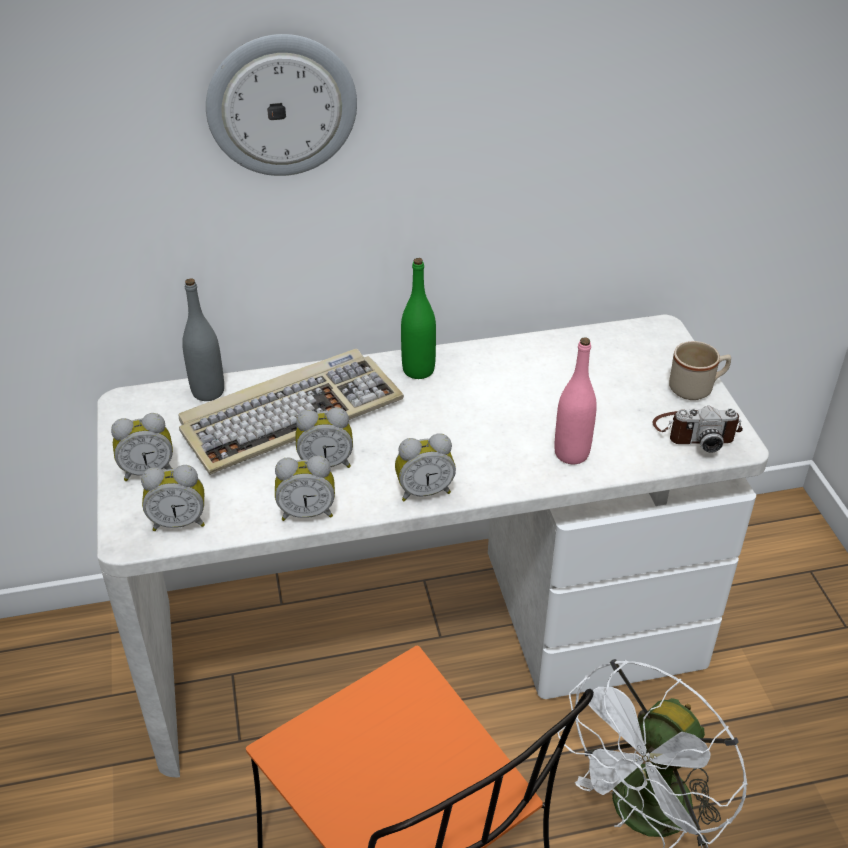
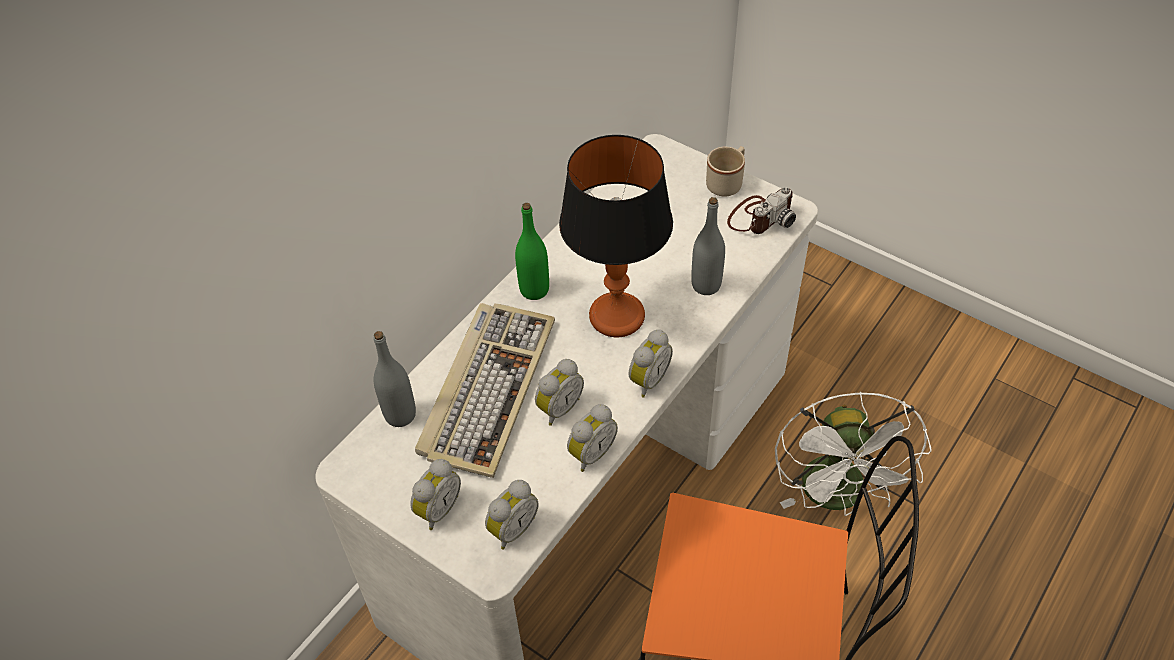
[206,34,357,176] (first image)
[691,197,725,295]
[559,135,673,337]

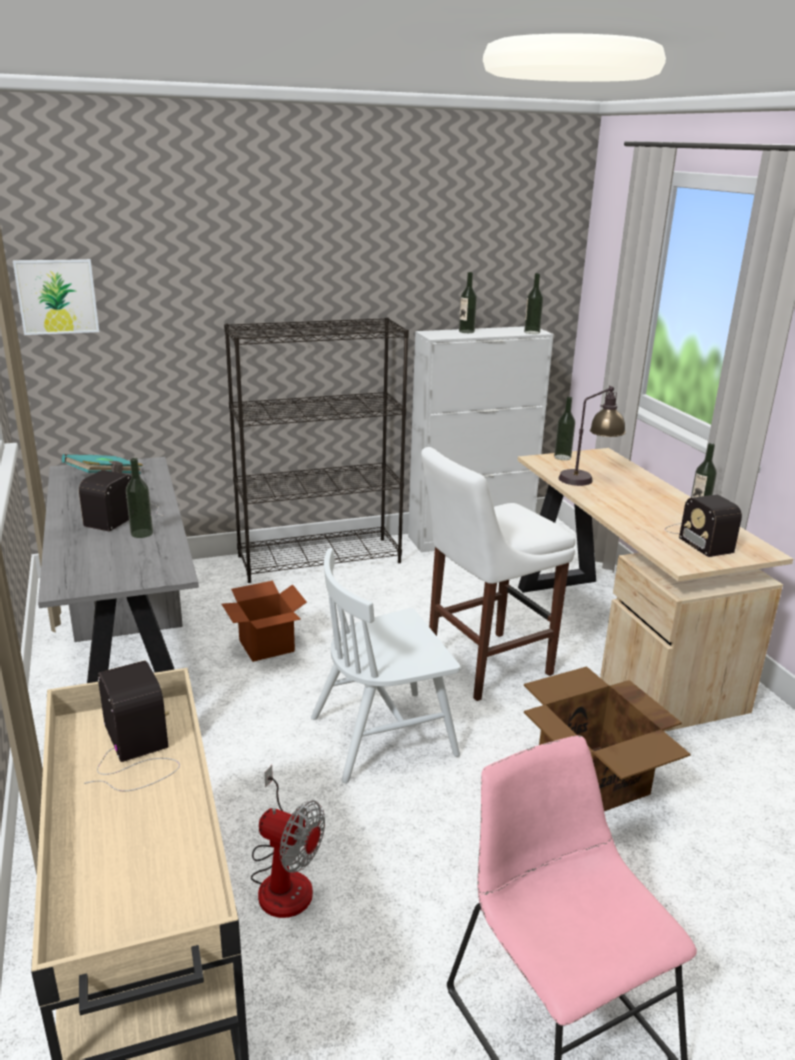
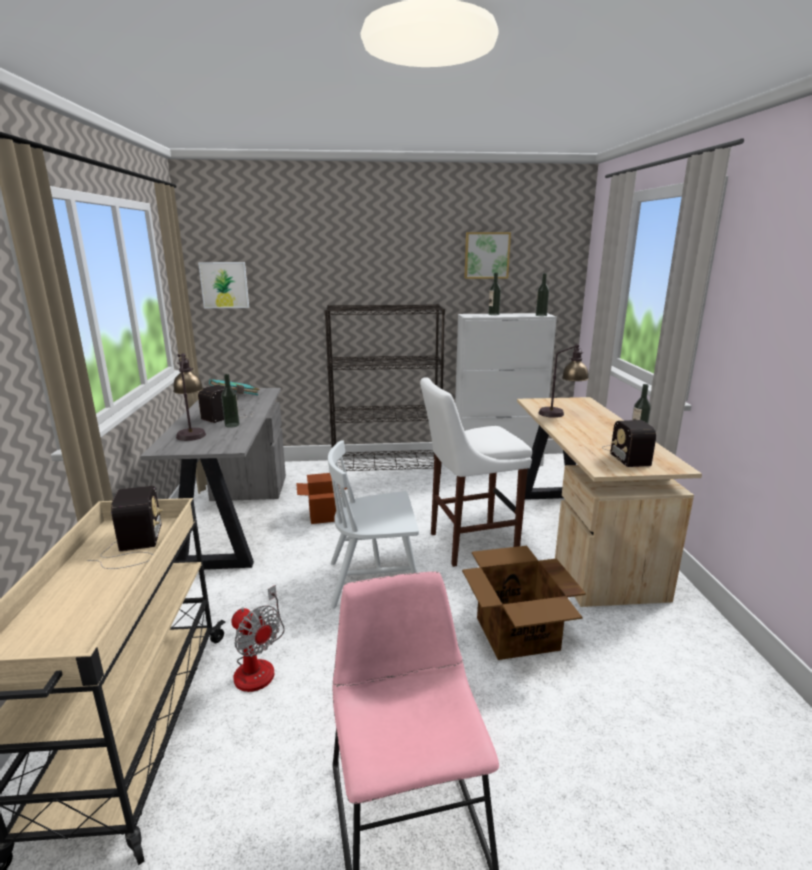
[554,397,575,460] (first image)
[464,232,511,279]
[173,353,206,441]

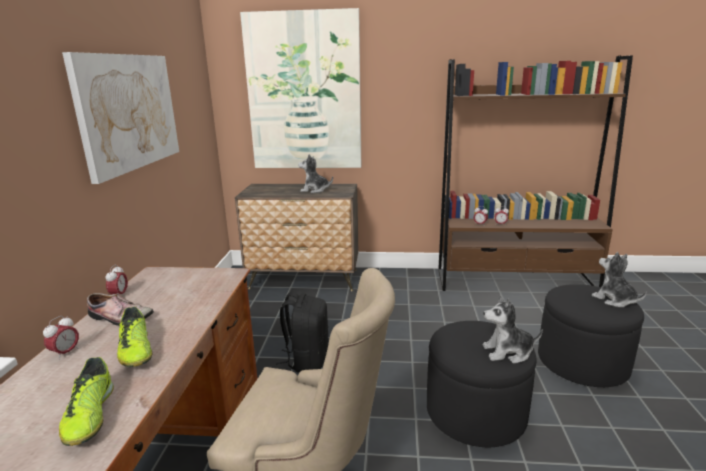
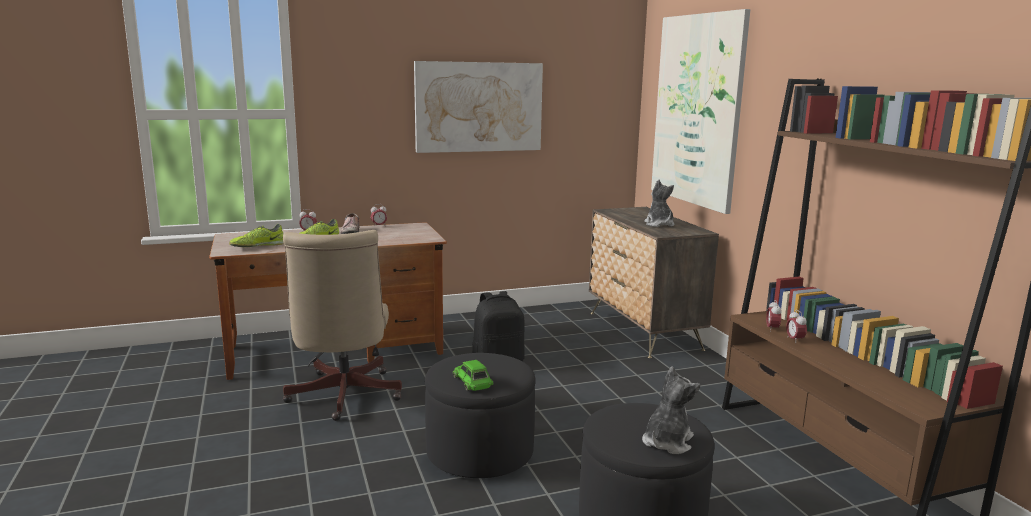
[453,360,493,391]

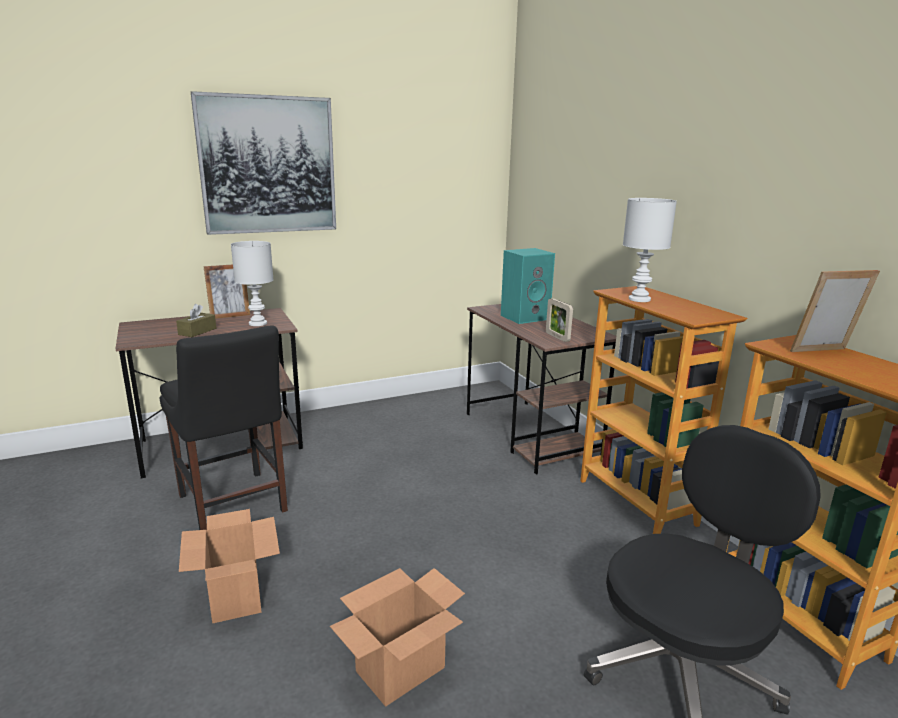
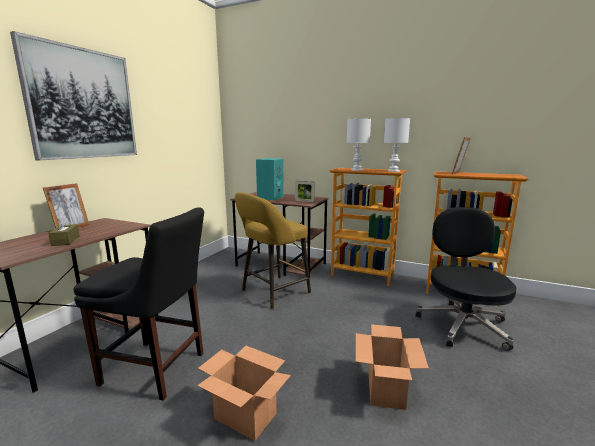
[384,118,410,172]
[235,192,311,309]

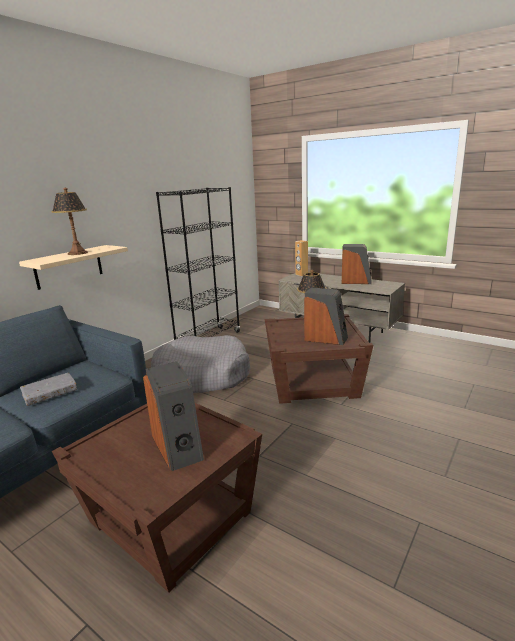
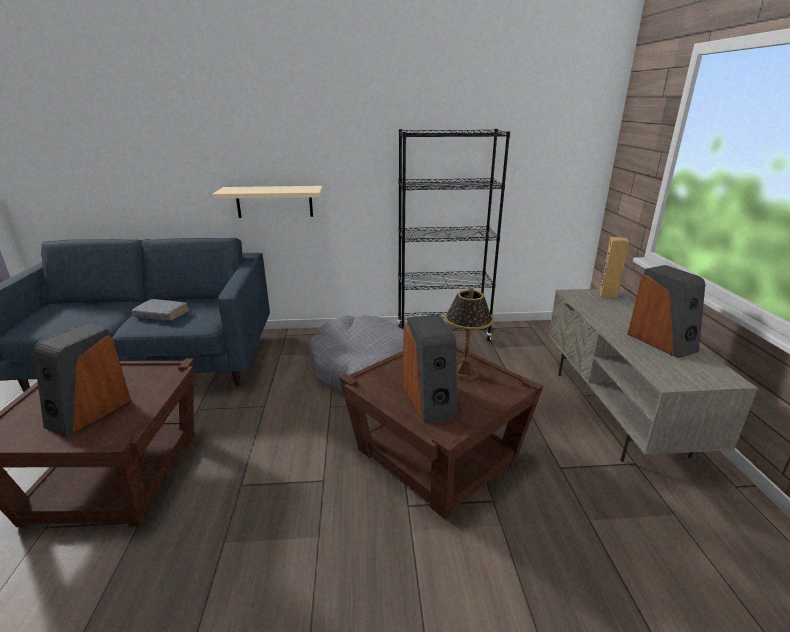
[51,188,88,255] (first image)

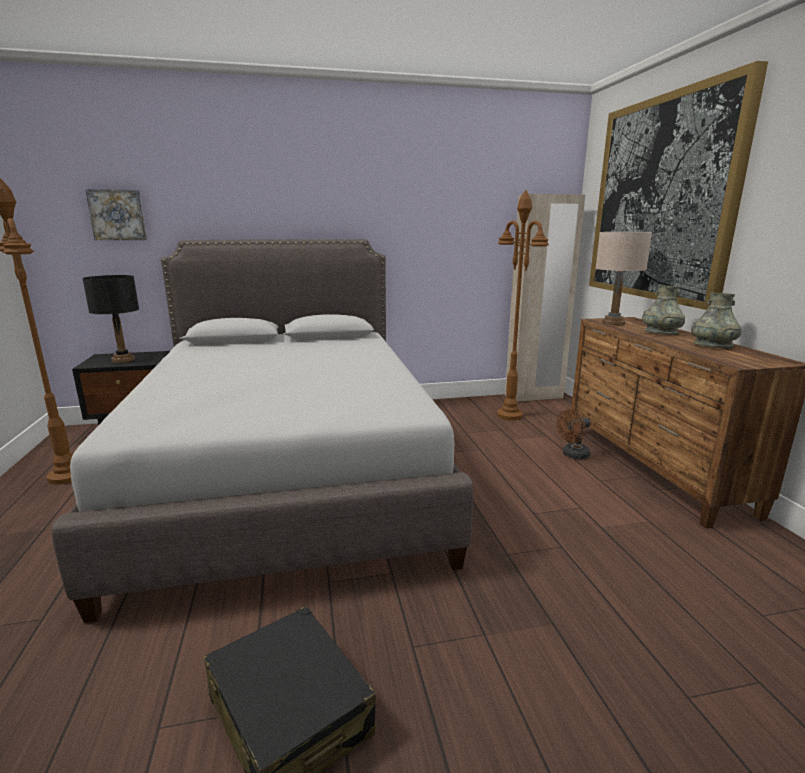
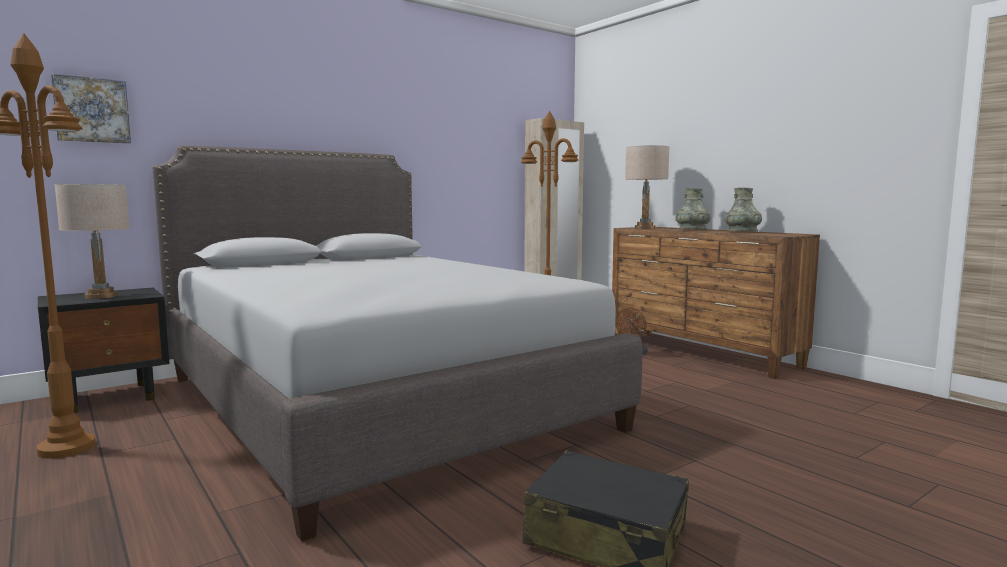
[589,61,768,310] (first image)
[54,184,130,299]

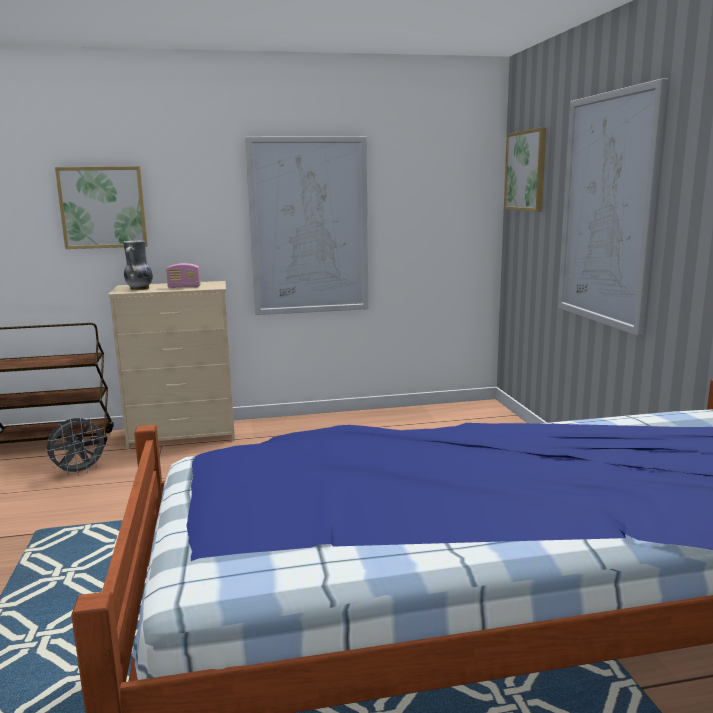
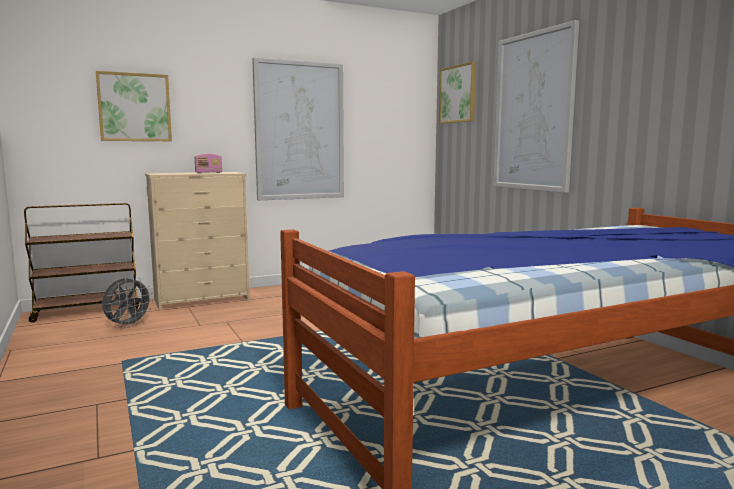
[123,241,153,290] (first image)

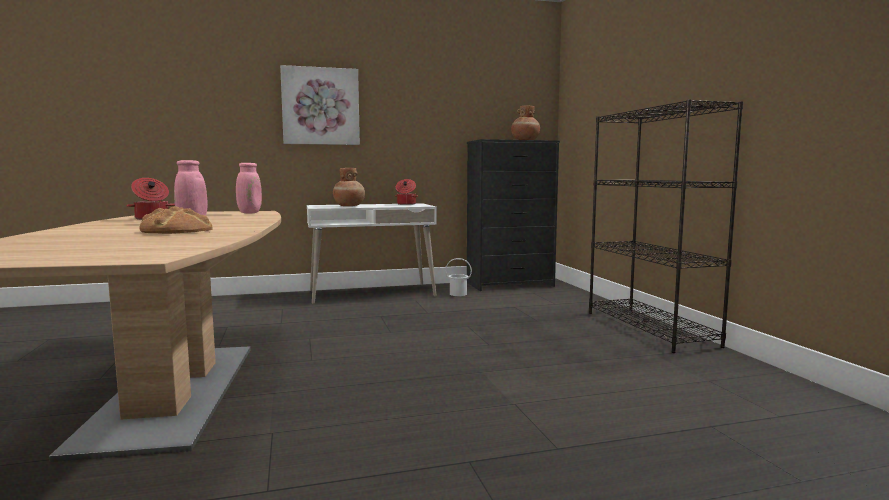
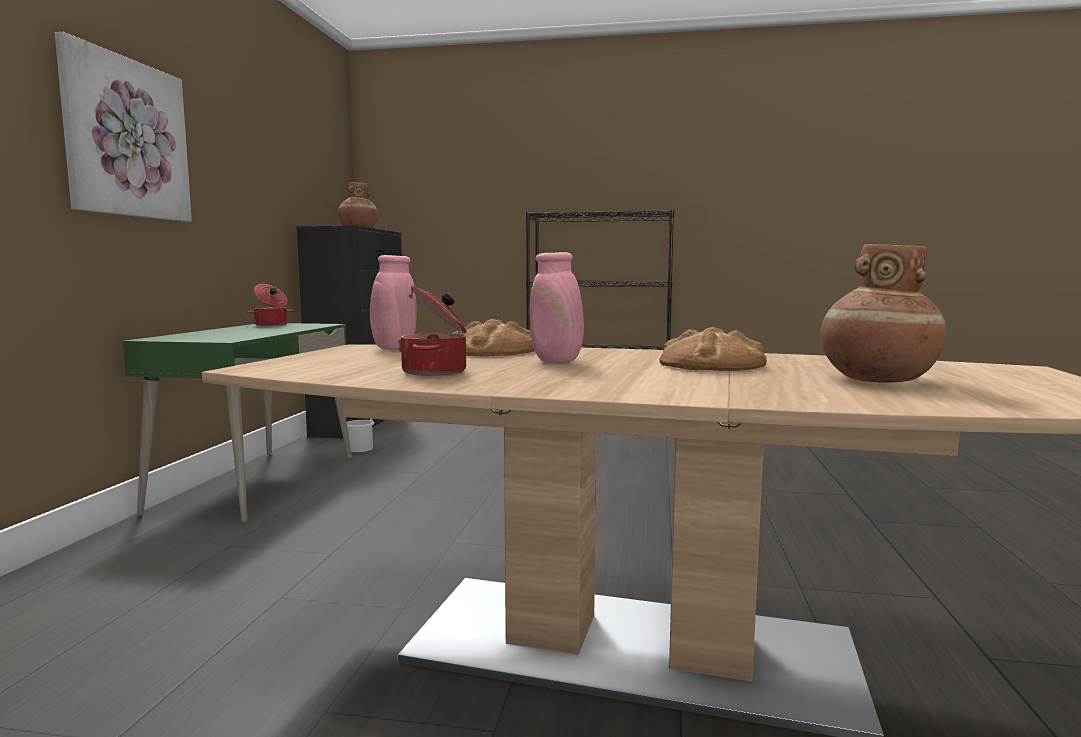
[820,244,946,382]
[123,323,352,523]
[452,319,535,356]

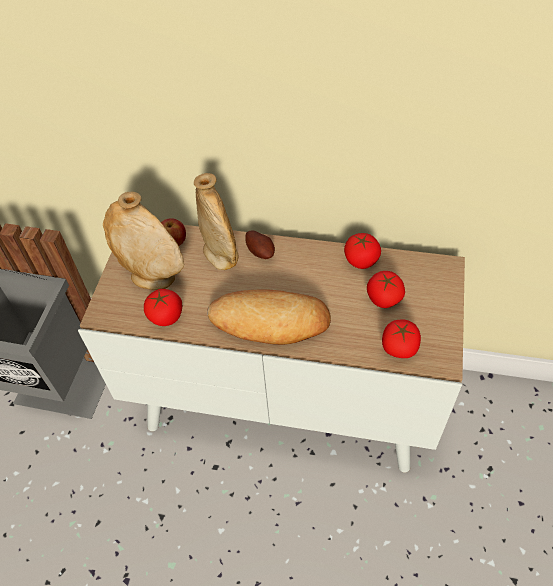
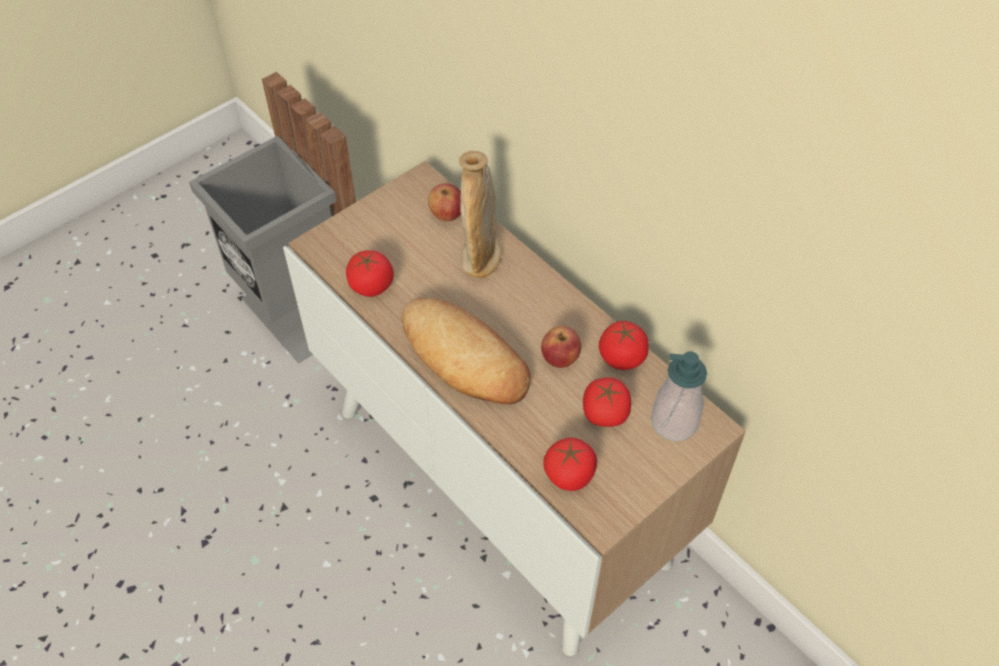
[103,192,184,290] (first image)
[245,231,275,259] (first image)
[541,326,581,368]
[651,351,707,441]

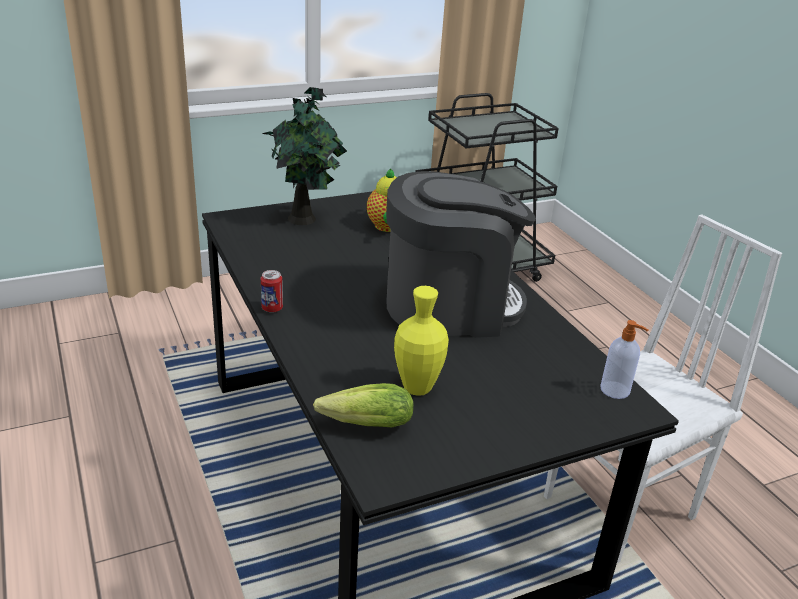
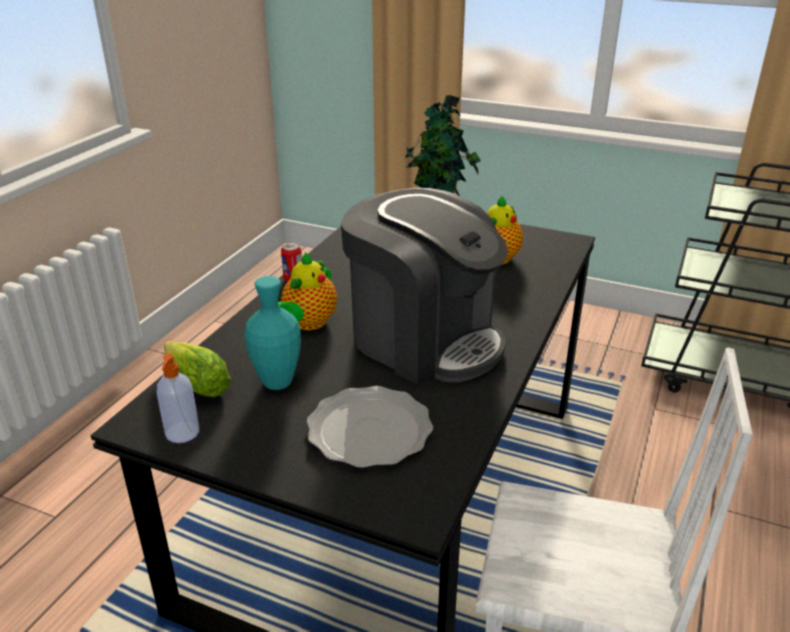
[245,276,301,390]
[157,354,199,443]
[278,252,337,330]
[307,386,433,468]

